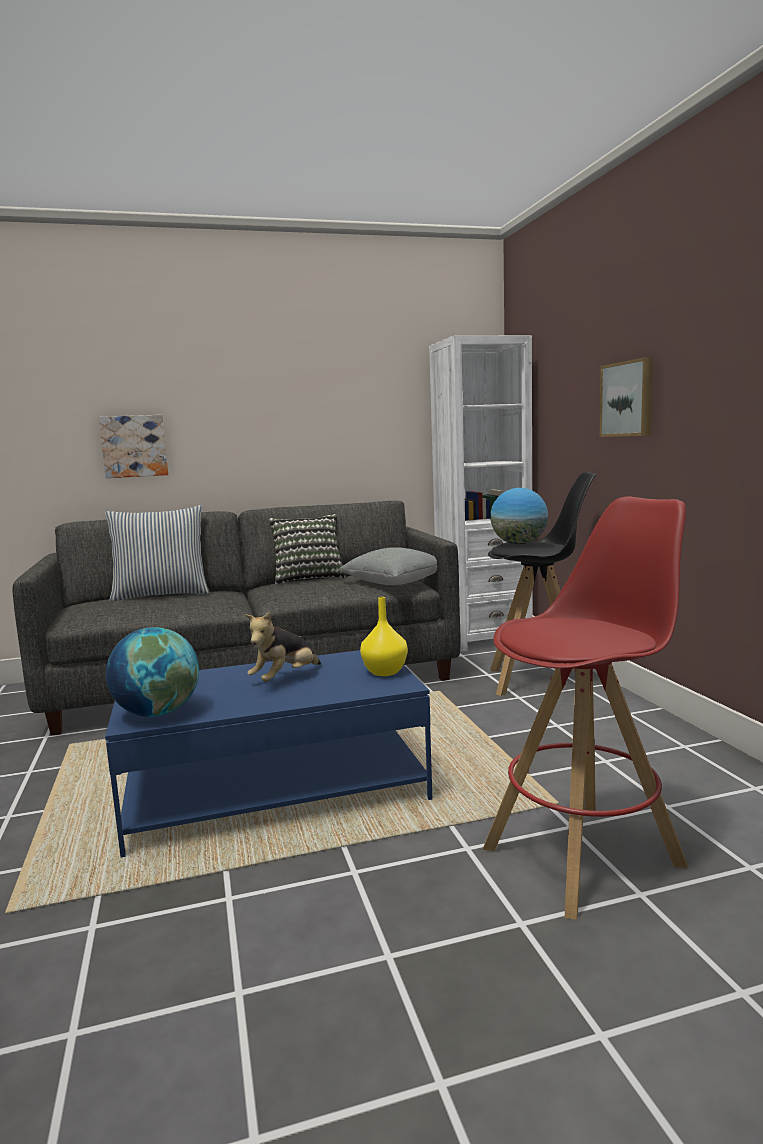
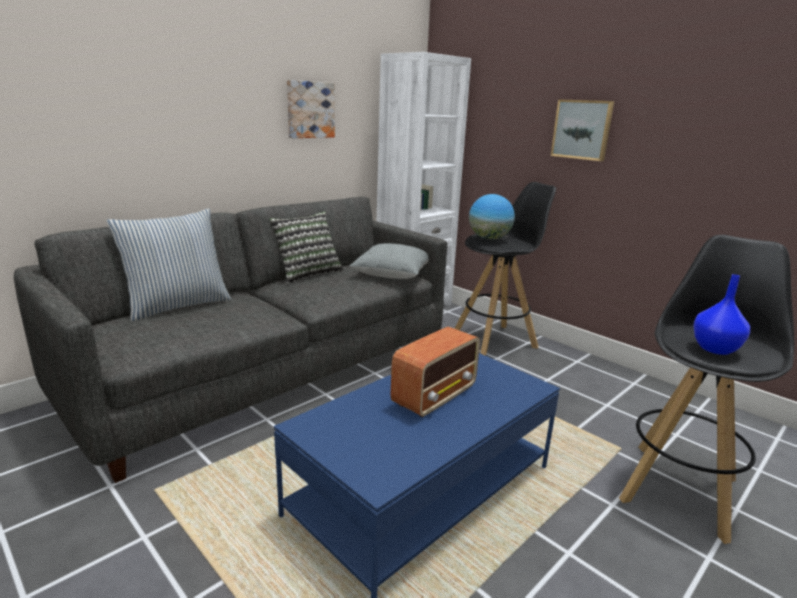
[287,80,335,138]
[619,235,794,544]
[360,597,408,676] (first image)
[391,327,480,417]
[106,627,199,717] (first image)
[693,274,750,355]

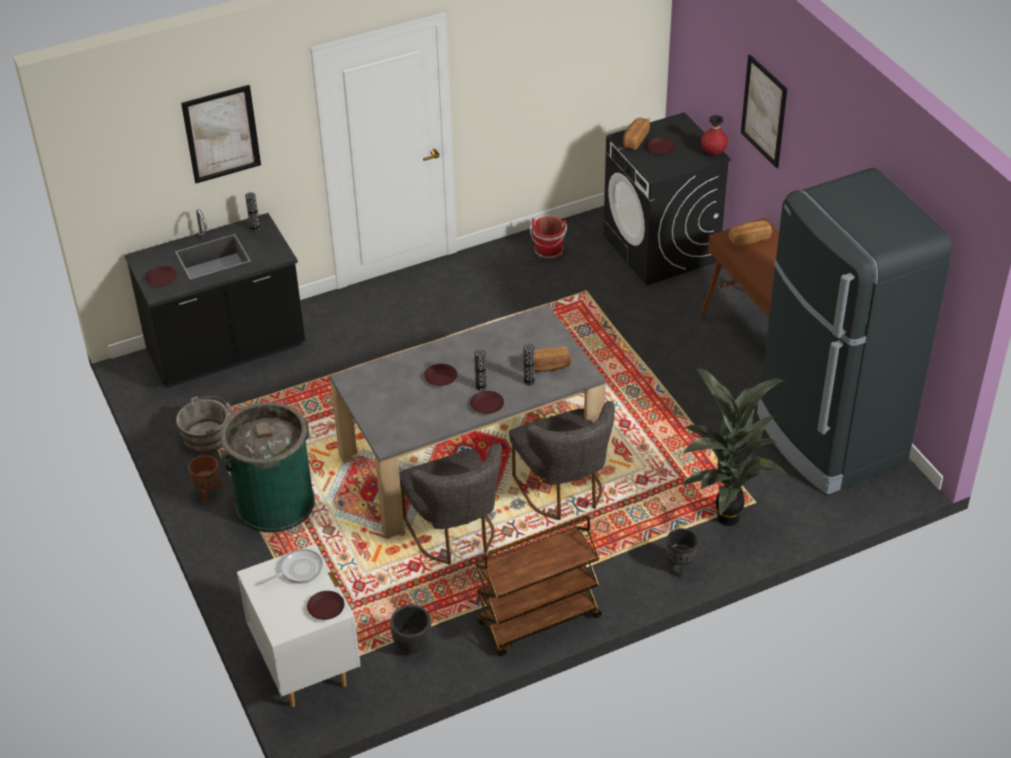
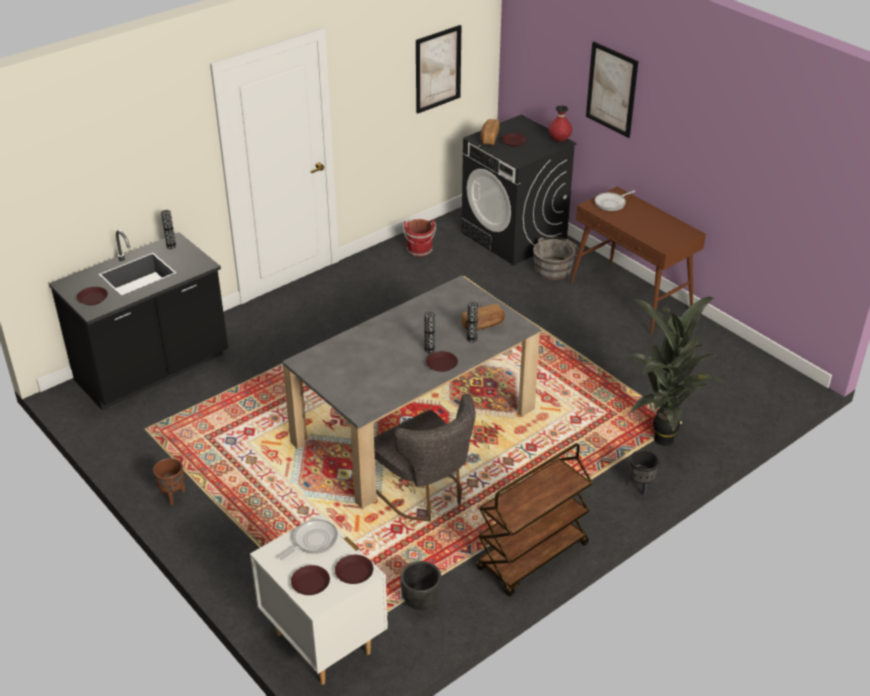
[416,25,461,114]
[757,168,952,495] (first image)
[595,190,636,211]
[291,565,330,595]
[533,236,579,280]
[509,401,615,520] (first image)
[221,402,315,532] (first image)

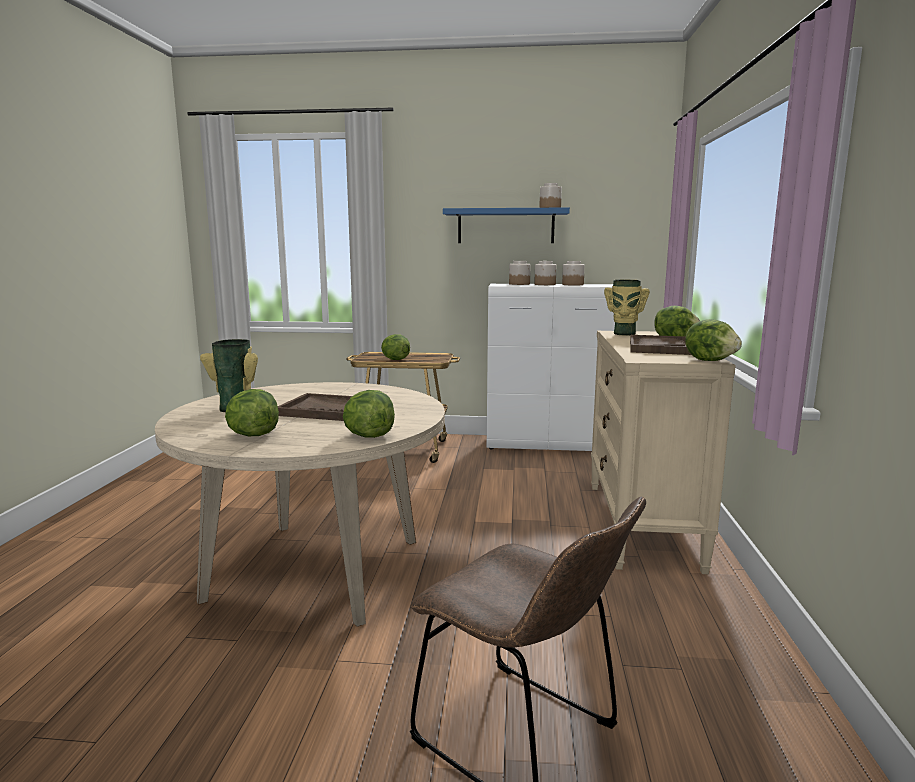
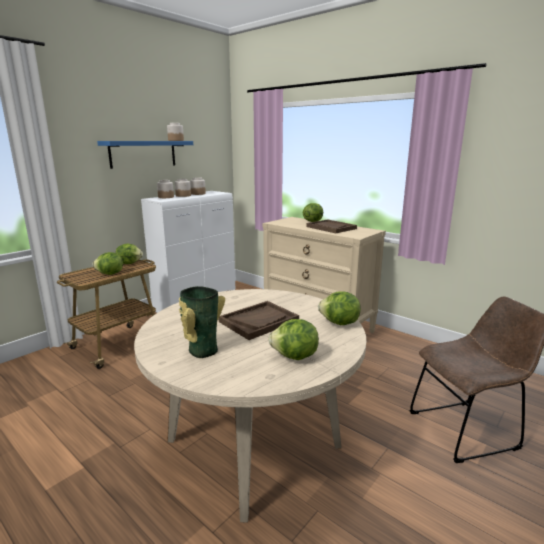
[604,280,650,336] (first image)
[115,243,143,264]

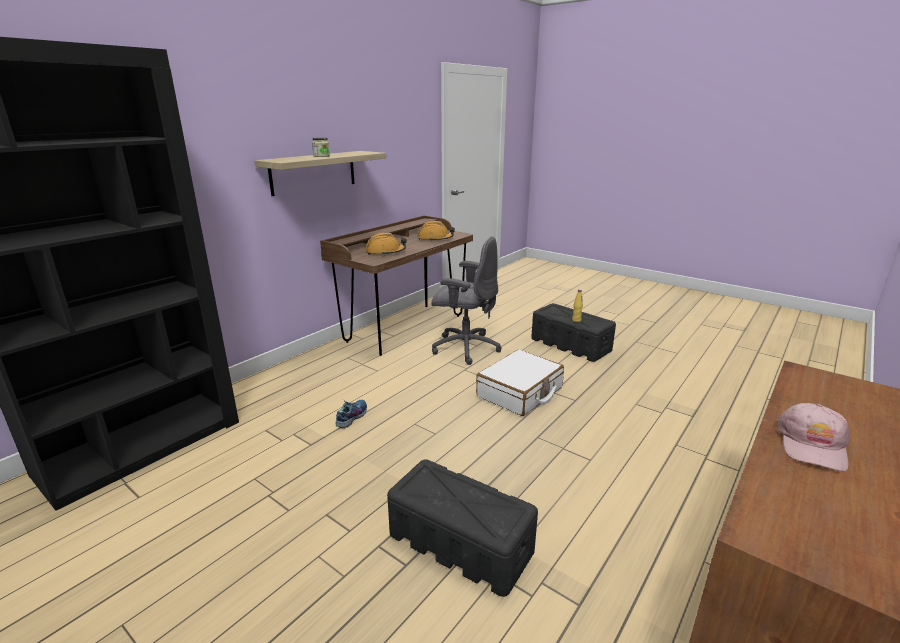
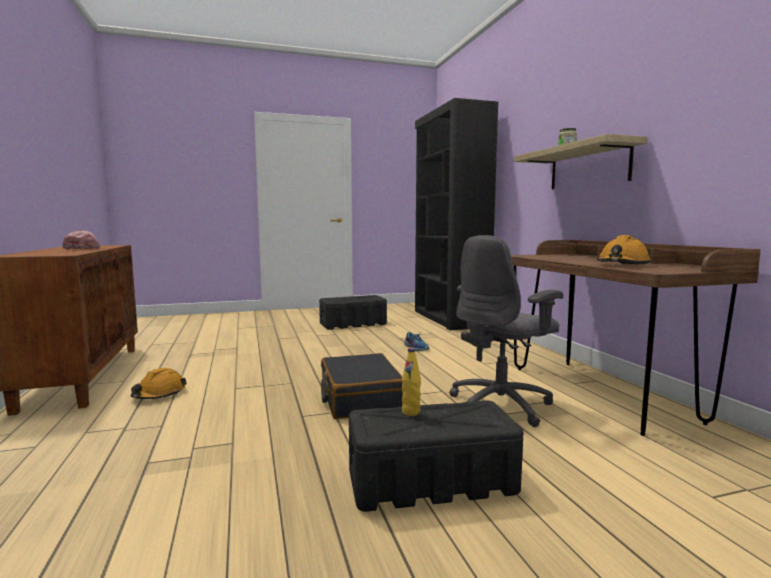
[131,368,187,399]
[321,353,403,419]
[319,295,387,330]

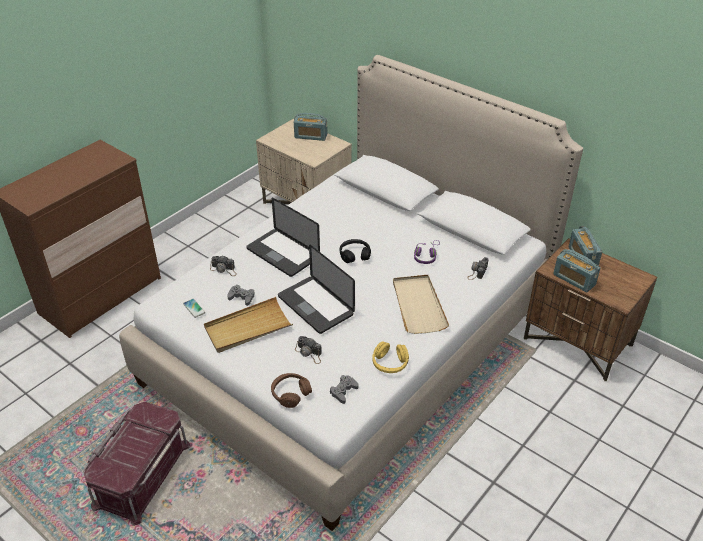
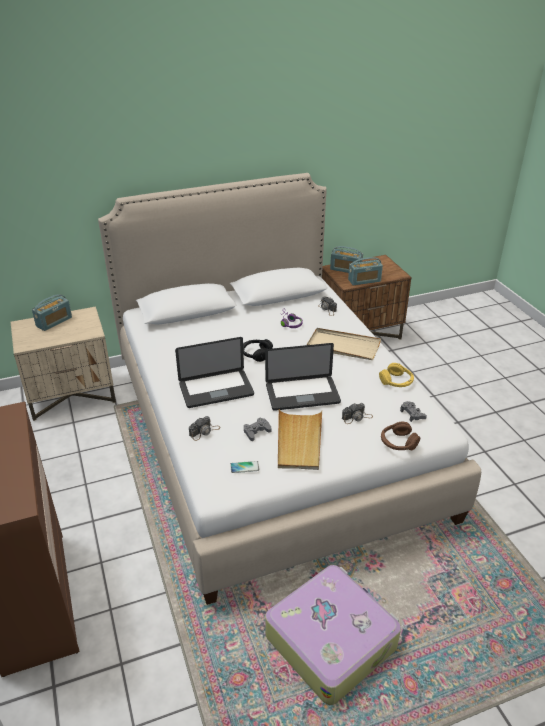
[265,565,401,705]

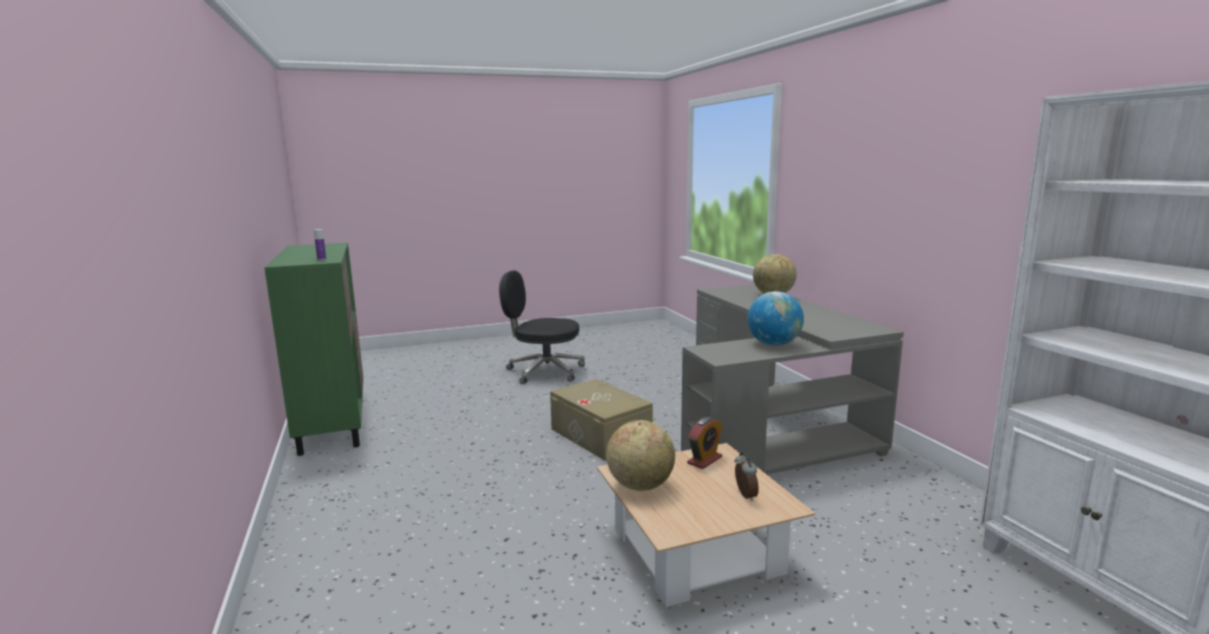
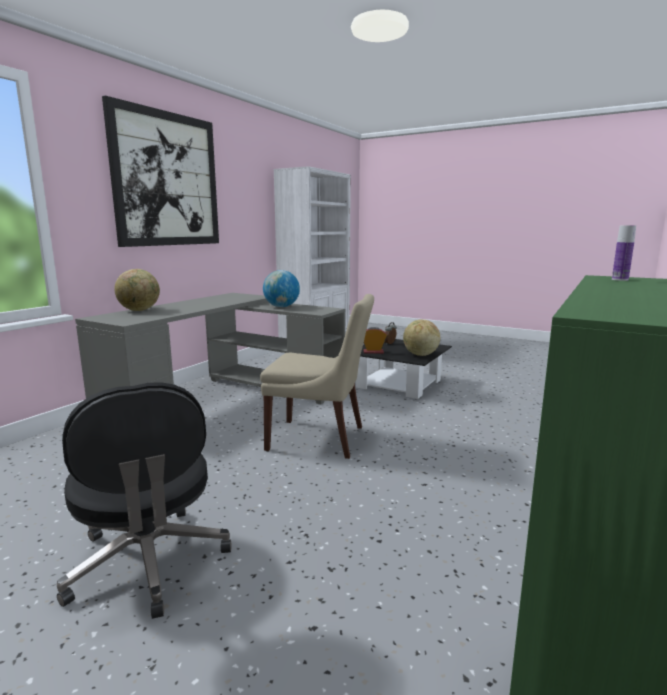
[260,294,374,459]
[356,339,452,399]
[102,96,219,247]

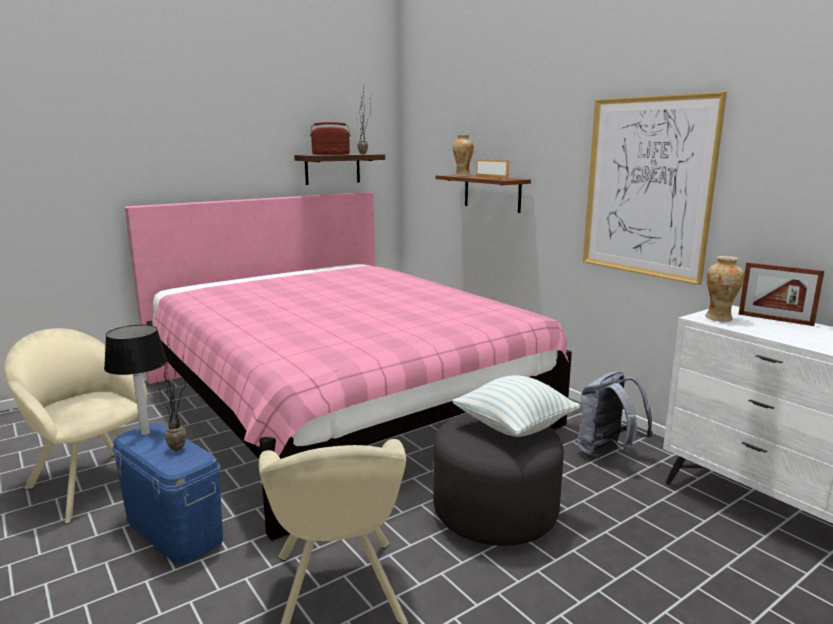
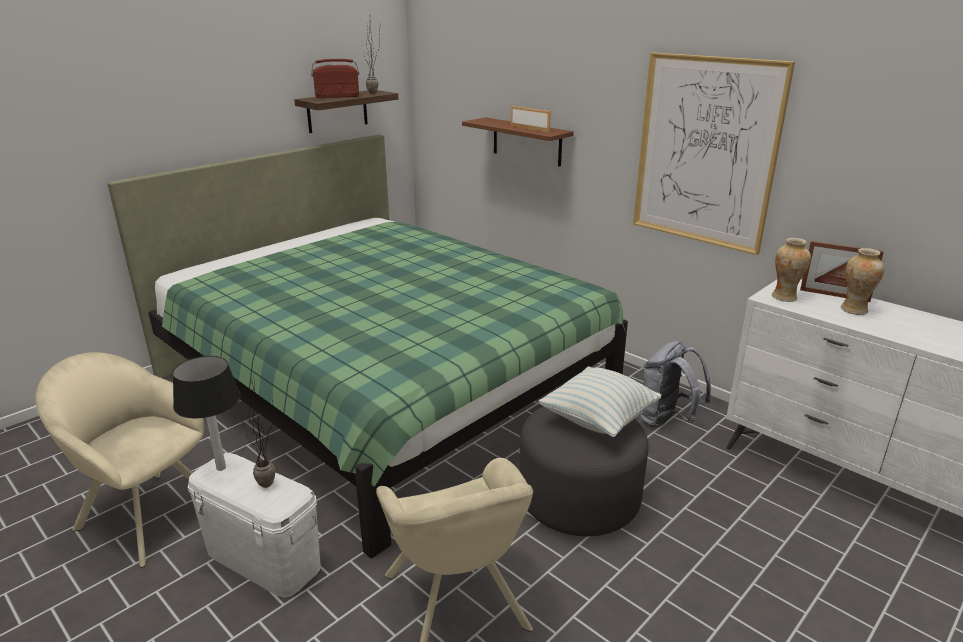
[841,248,884,315]
[107,134,628,558]
[188,453,321,598]

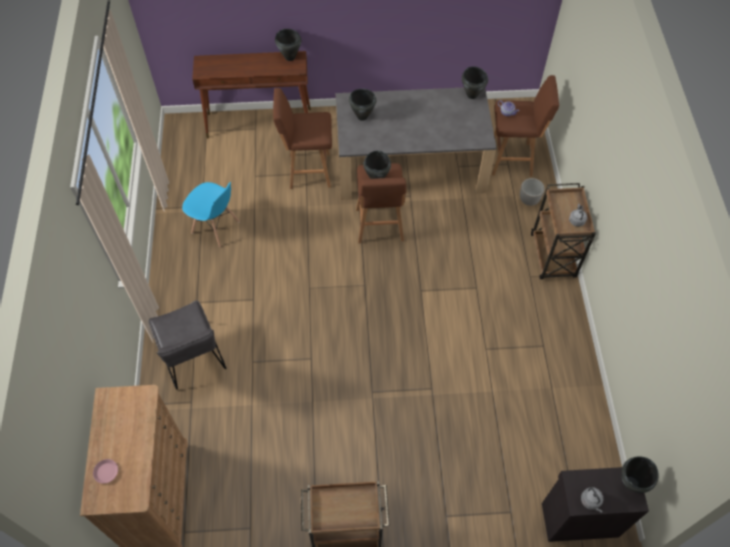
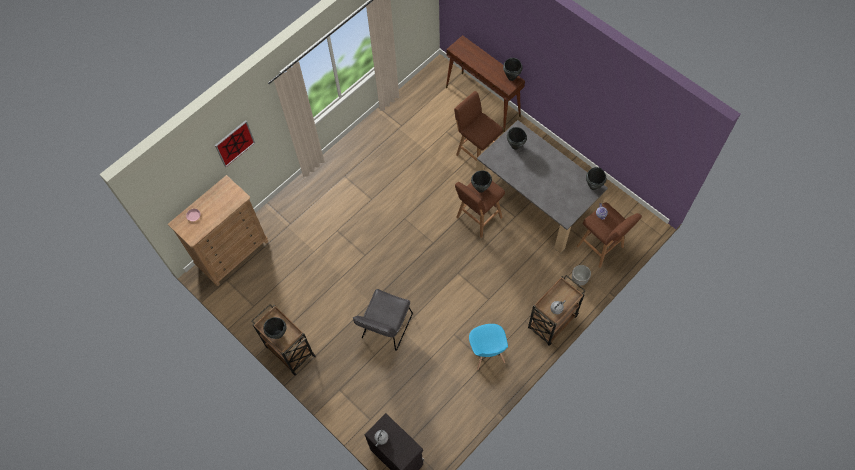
[469,324,508,370]
[353,289,413,351]
[263,317,287,339]
[215,120,255,167]

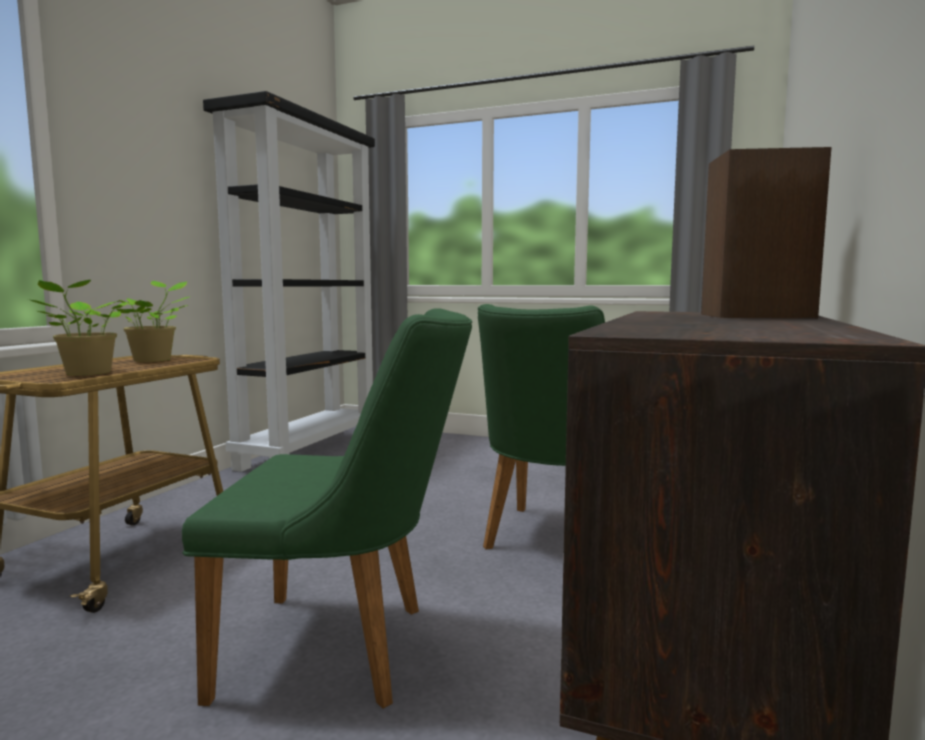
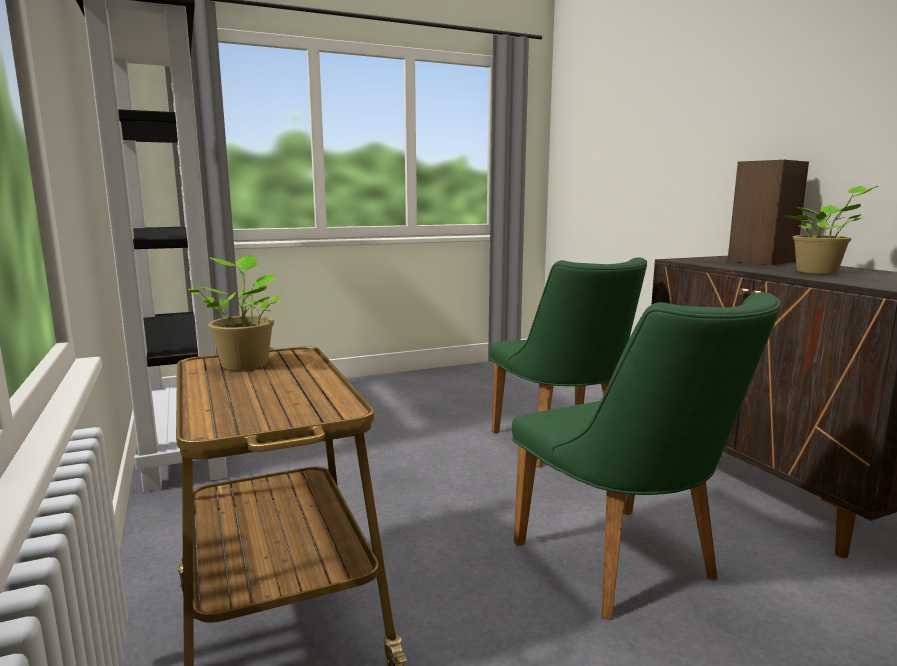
[782,186,878,274]
[512,292,781,620]

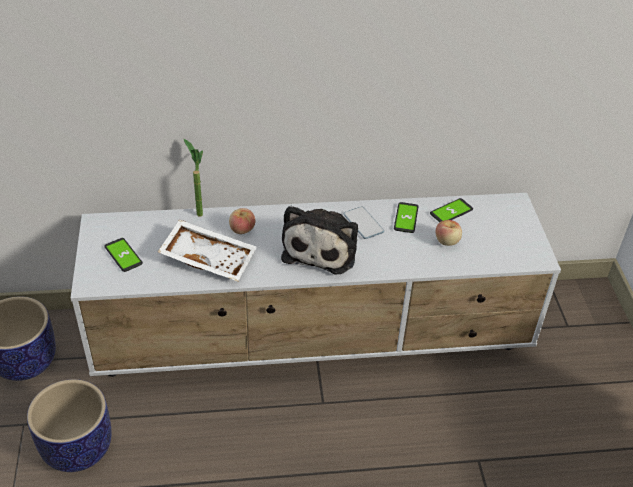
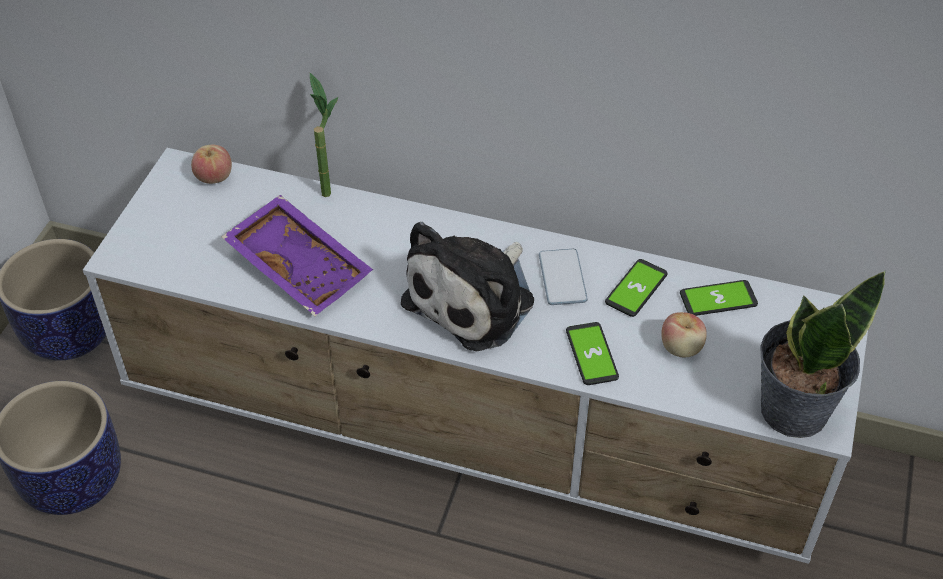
[191,144,232,184]
[222,195,373,316]
[566,322,619,385]
[761,270,886,438]

